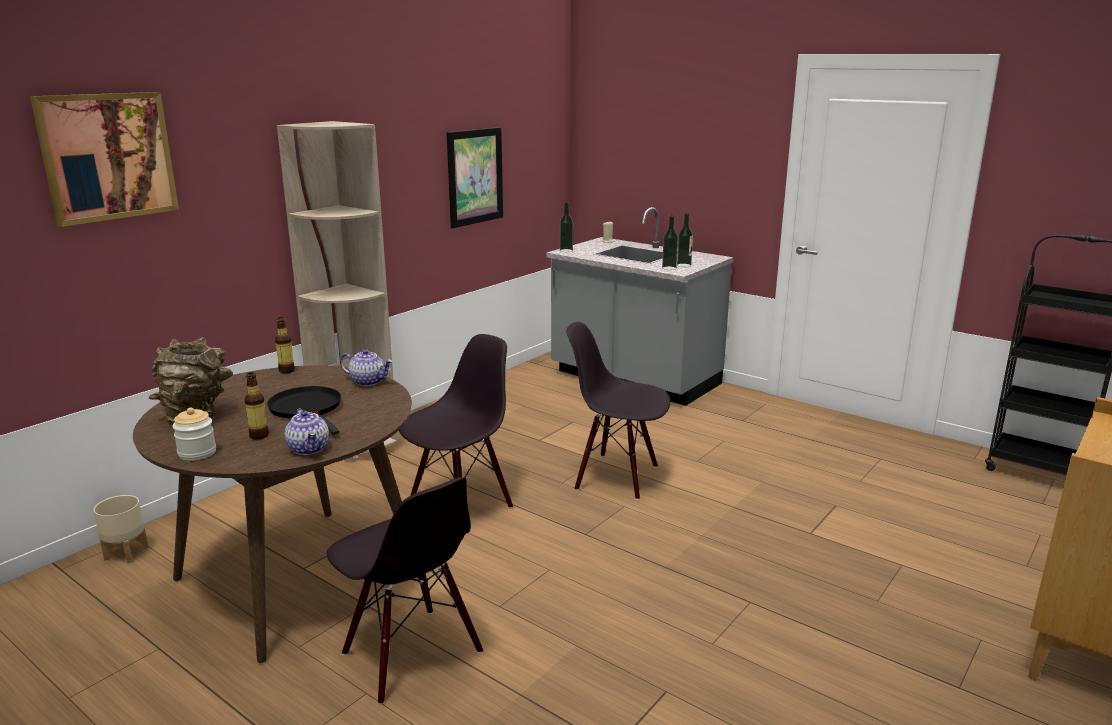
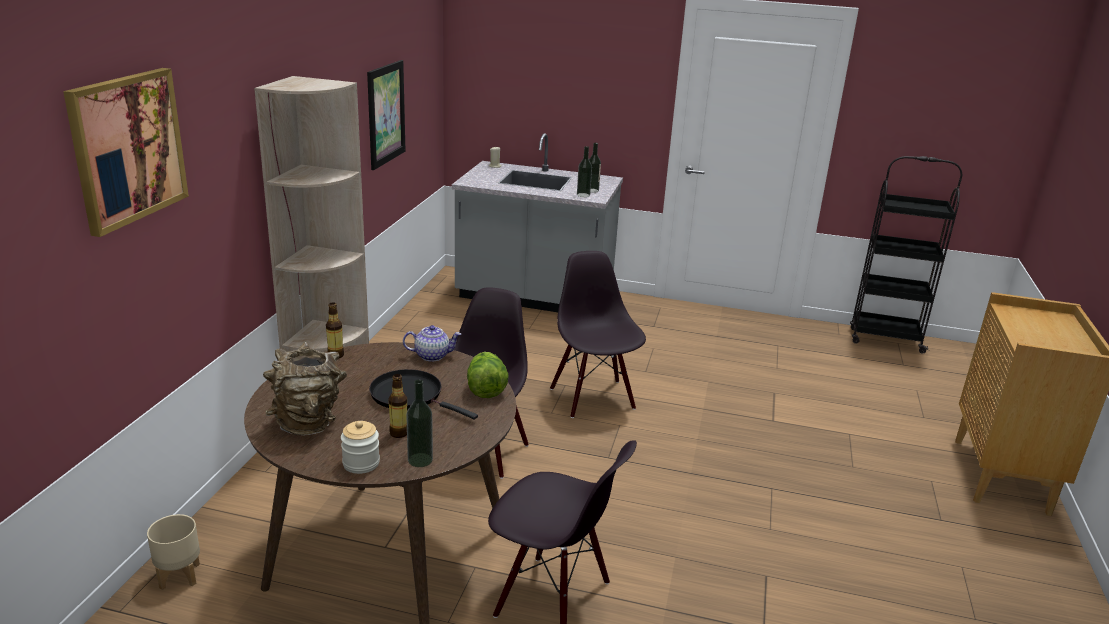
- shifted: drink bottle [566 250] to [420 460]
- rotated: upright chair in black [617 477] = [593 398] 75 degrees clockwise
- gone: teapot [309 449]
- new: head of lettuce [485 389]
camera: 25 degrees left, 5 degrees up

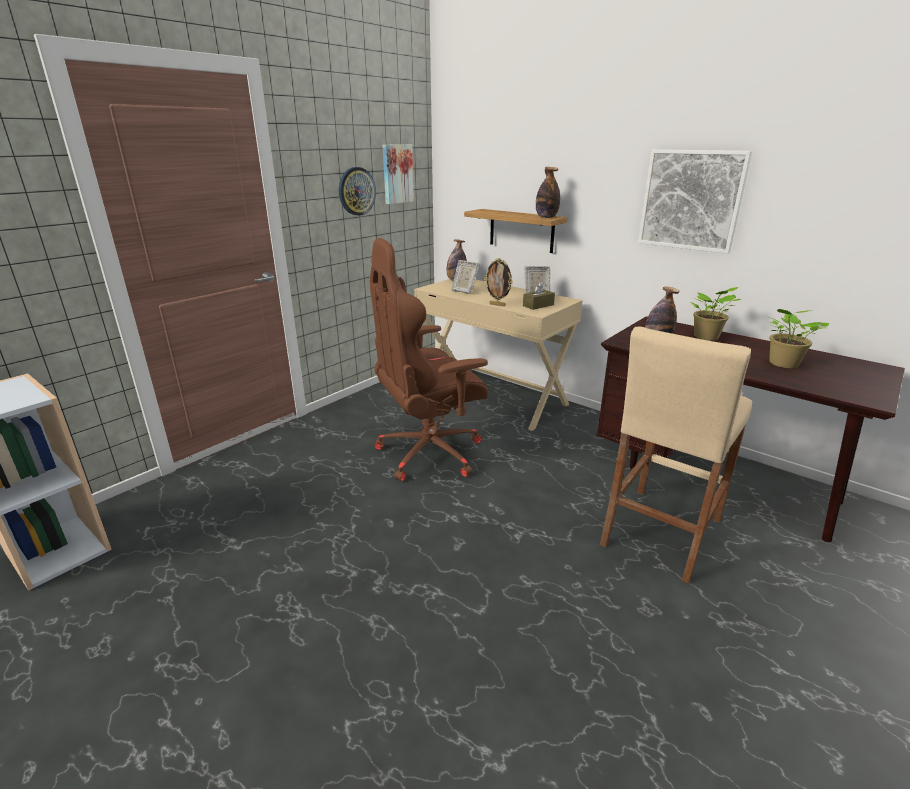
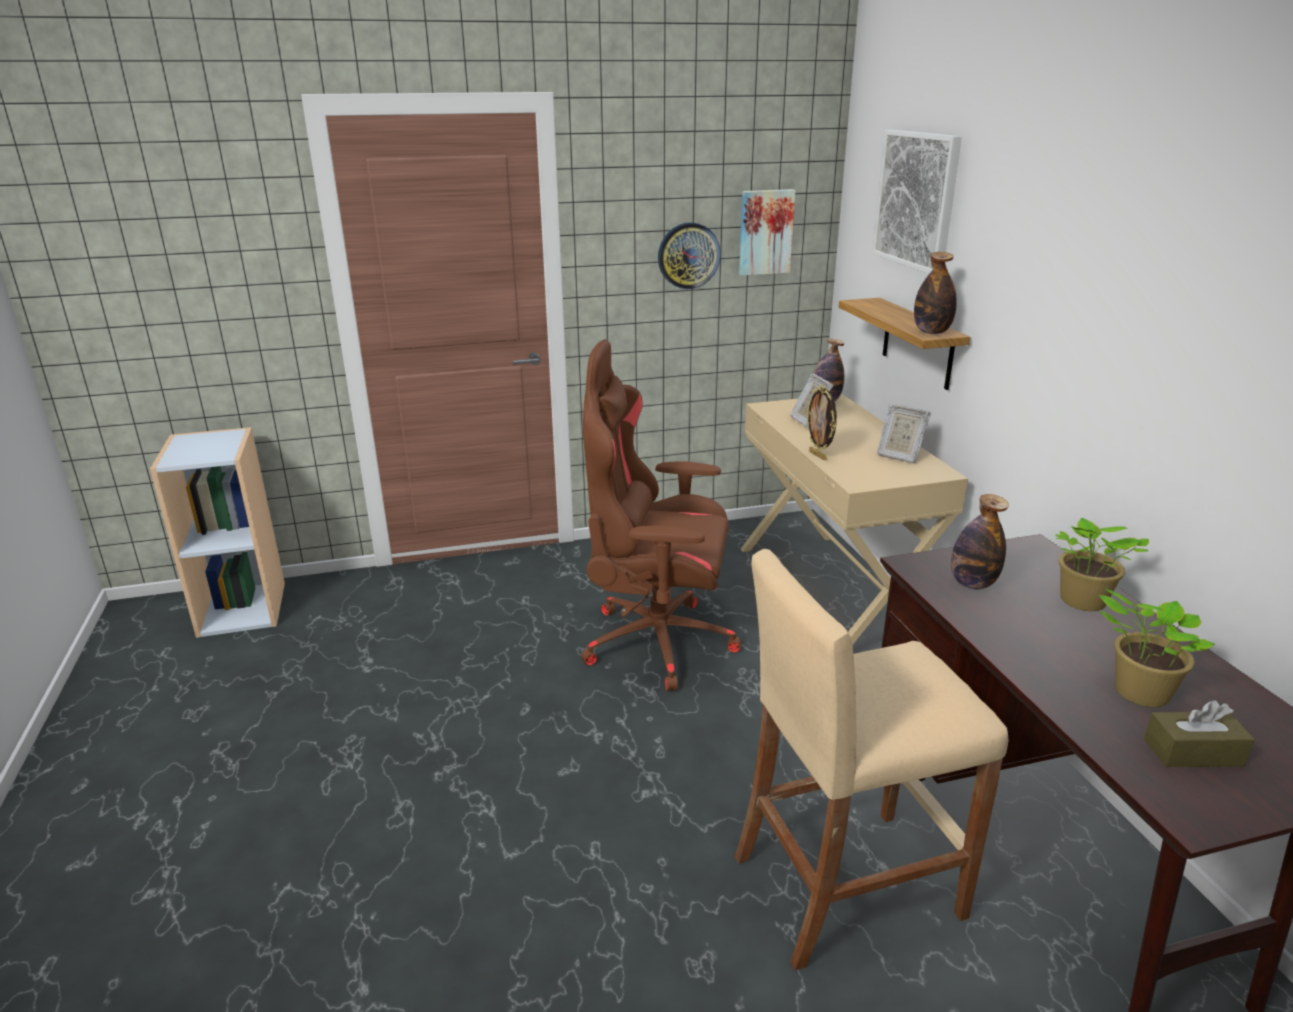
- shifted: wall picture [691 200] to [917 200]
- shifted: tissue holder in brown-coloured [538 305] to [1193 752]
camera: 35 degrees right, 0 degrees up

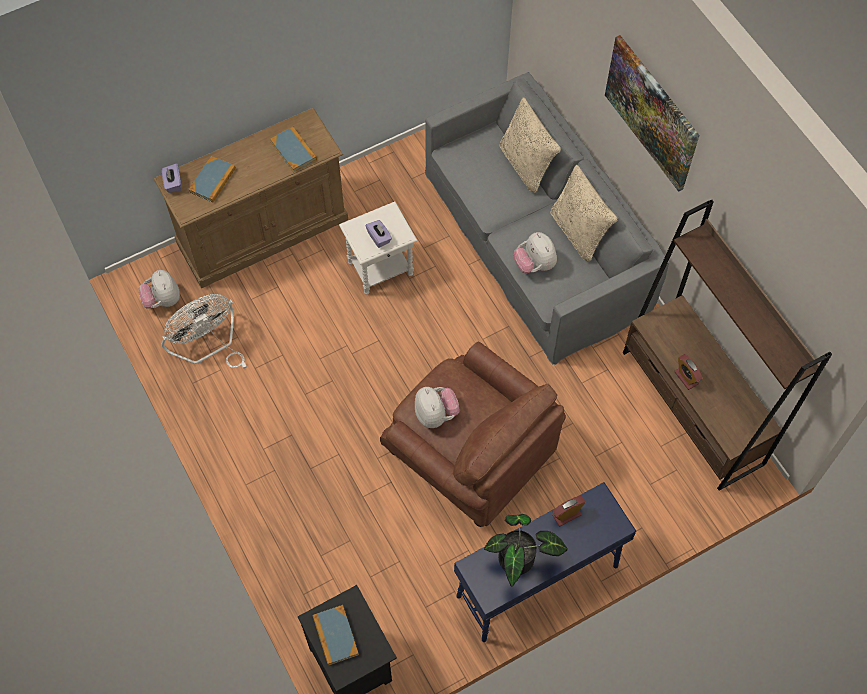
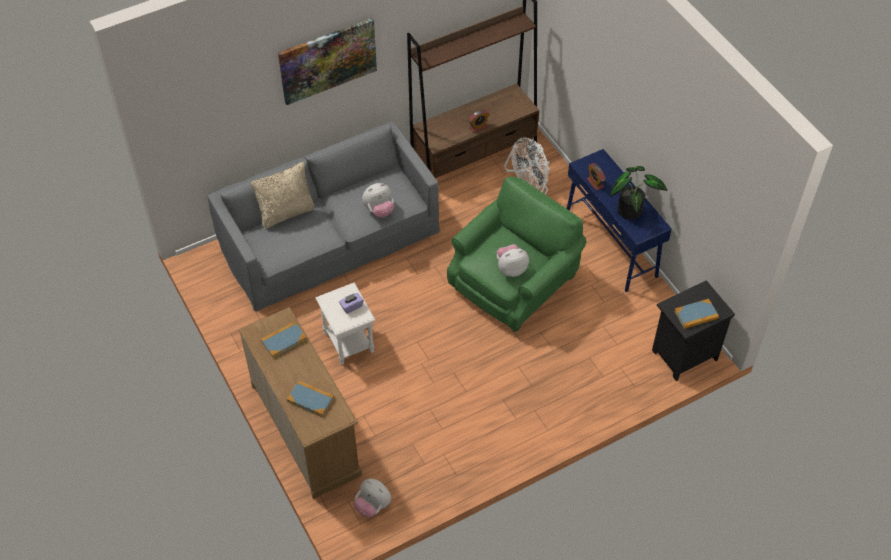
- gone: tissue holder in purplish [173 183]
- gone: throw pillow in beige-coloured [578 234]
- rotated: cuddly toy [162 300] = [373 505] 60 degrees clockwise
- shifted: electric fan in white-coloured [210 345] to [531 182]
- repainted: lounge chair in brown-coloured [470 452] to lounge chair in greenish [514 283]
camera: 90 degrees left, 10 degrees down

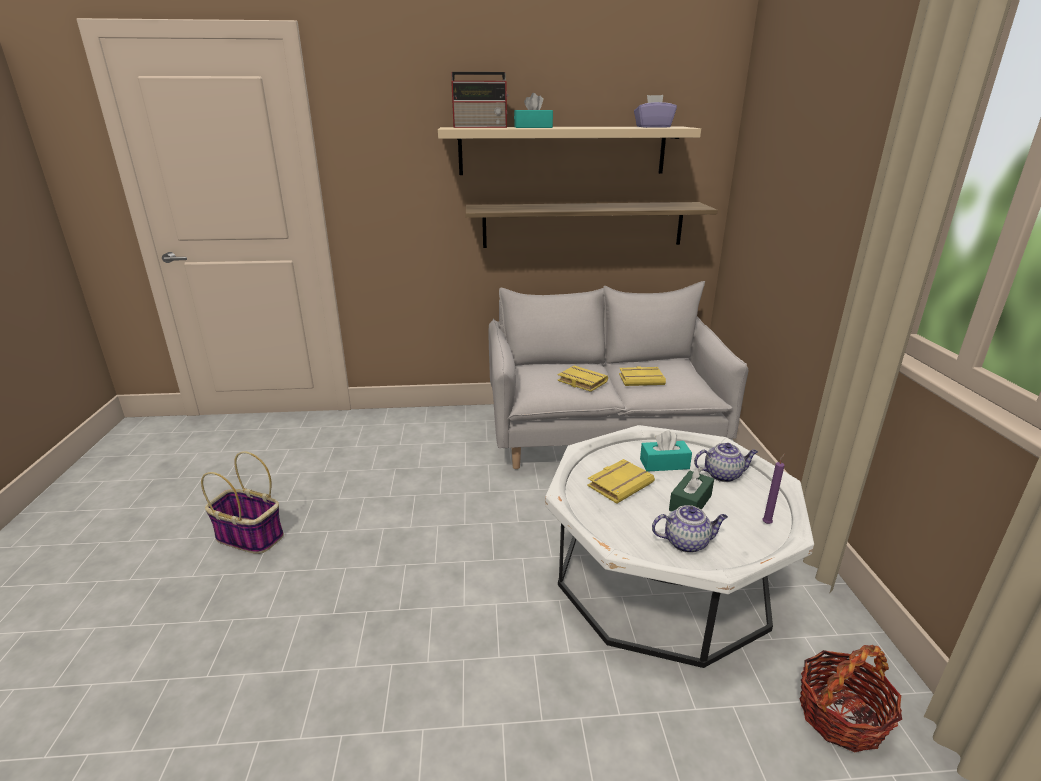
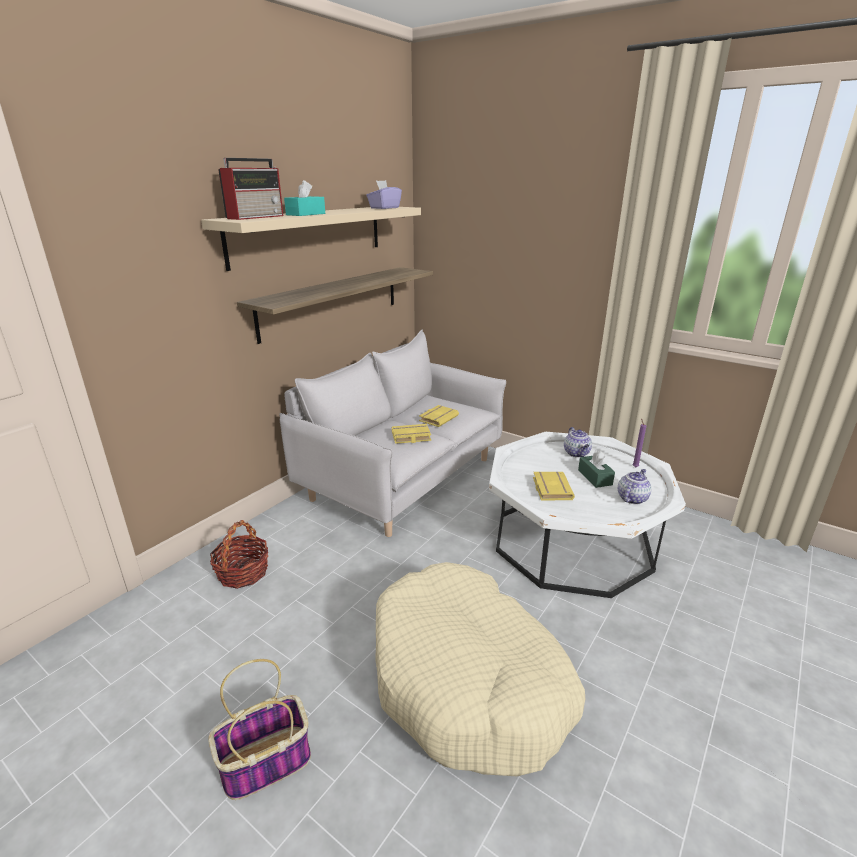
- gone: tissue holder in turquoise-coloured [664 464]
- rotated: teapot [723 475] = [577 453] 135 degrees clockwise
- shifted: household basket [840 716] to [243 572]
- new: dog cushion in beige-coloured [468 680]
camera: 50 degrees left, 0 degrees up

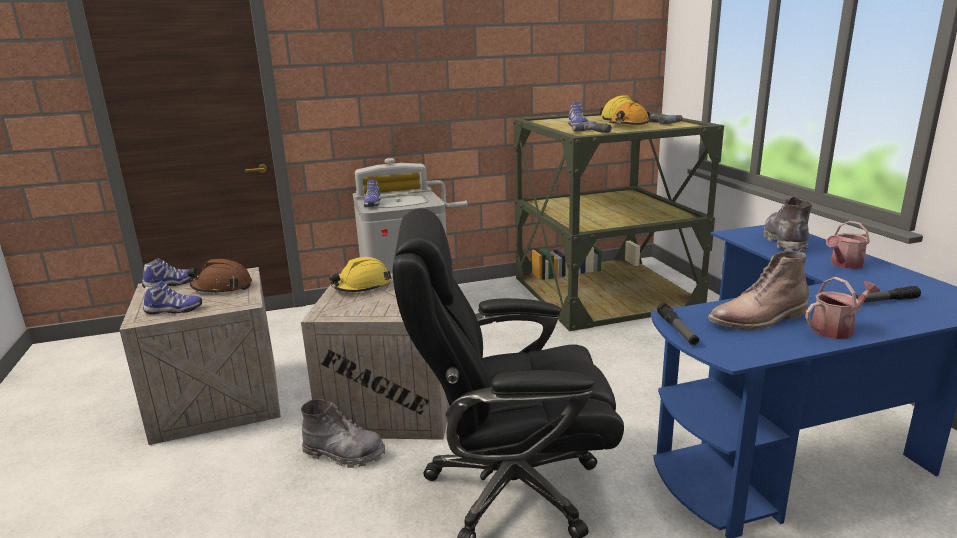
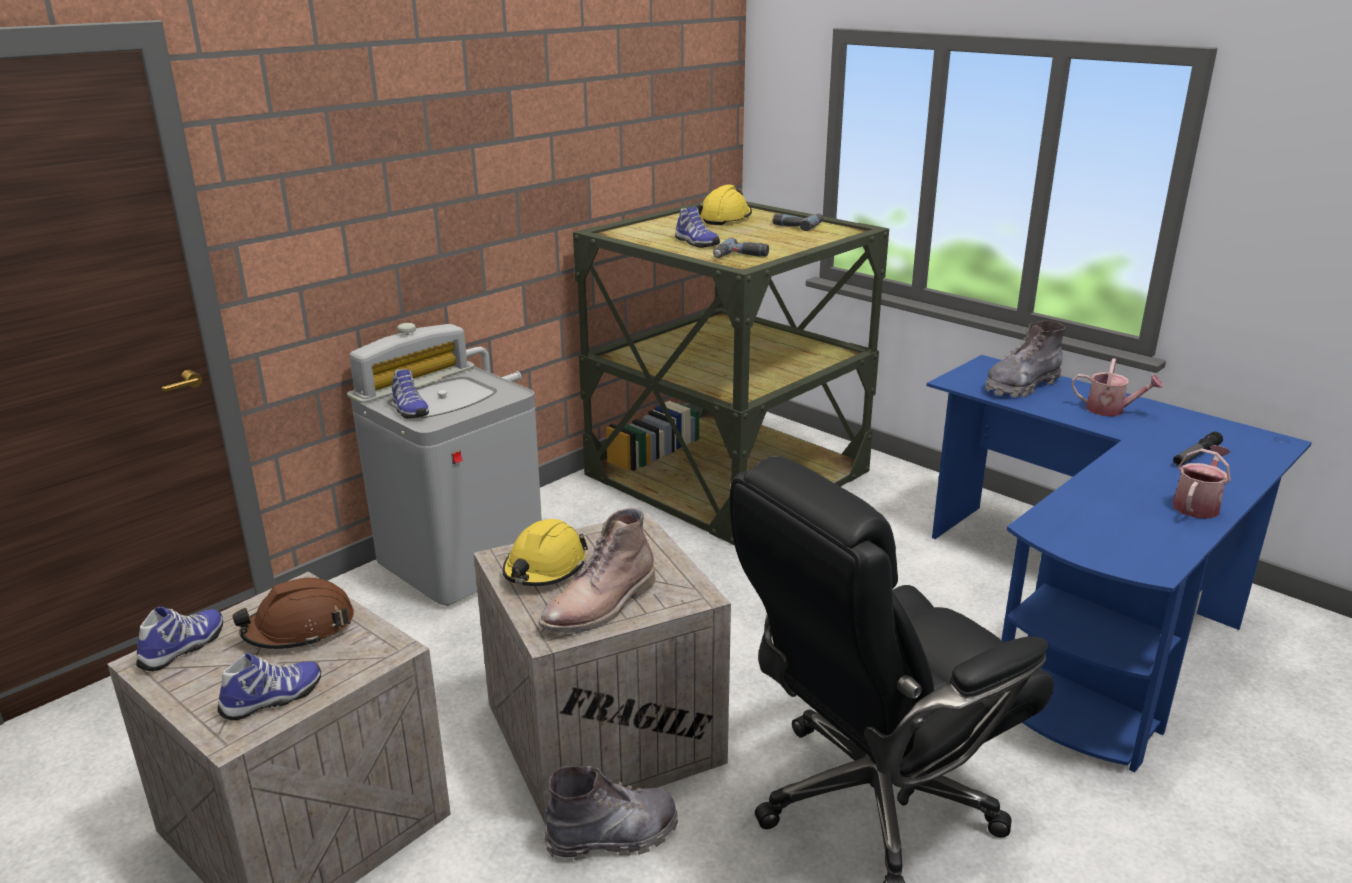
- gone: safety helmet in orange-coloured [629 125]
- rotated: tall boot in gray [785 242] = [1021 386] 105 degrees counterclockwise
- rotated: sprinkling can [844 264] = [1111 410] 90 degrees counterclockwise
- shifted: tall boot in brown-coloured [758 320] to [600 607]
- gone: flashlight [677 330]
camera: 30 degrees left, 5 degrees up

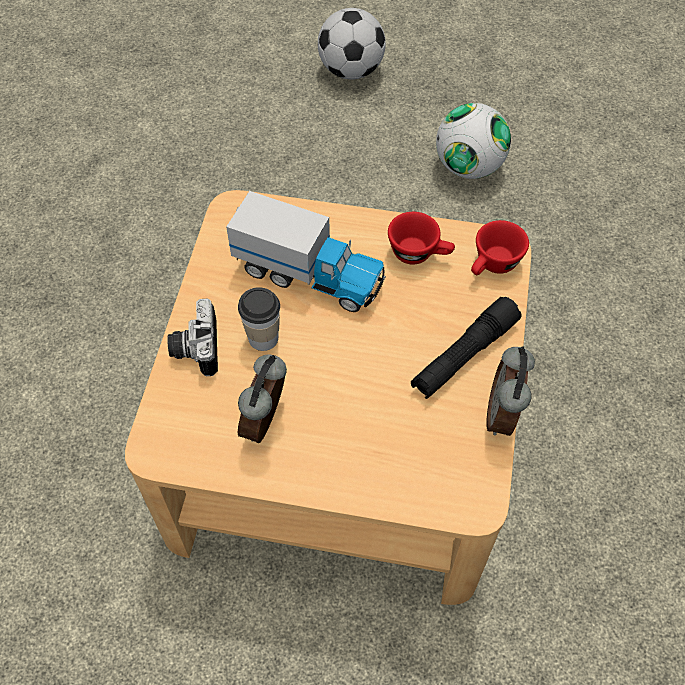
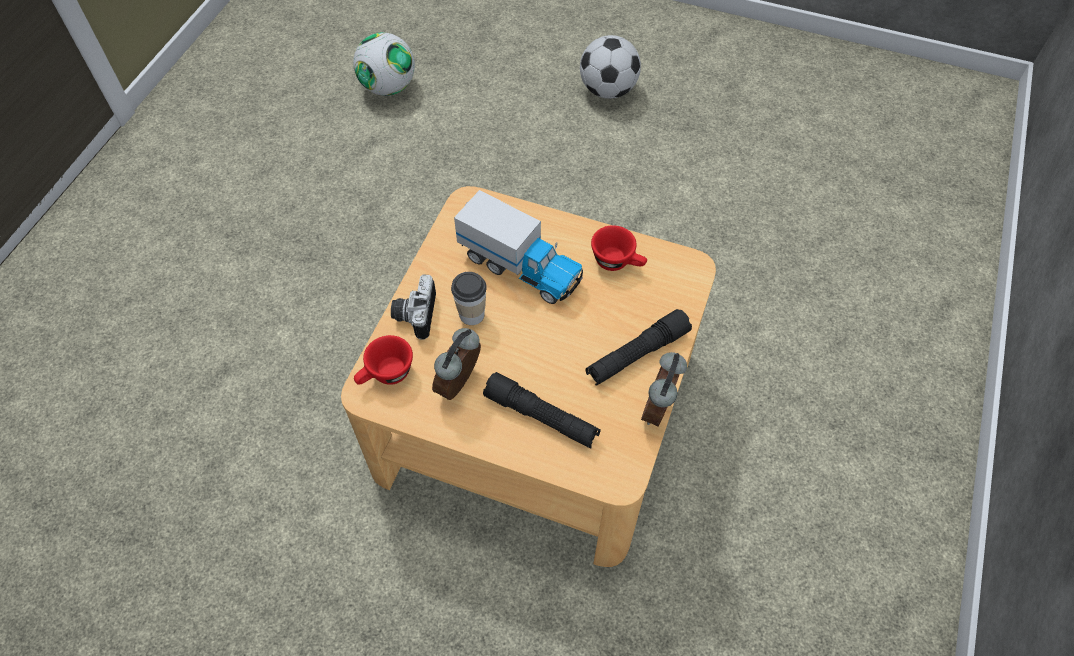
- shifted: football ball [468 167] to [388 87]
- shifted: small cup in red [493 266] to [386 375]
- new: flashlight in black [541 417]
camera: 10 degrees right, 0 degrees up

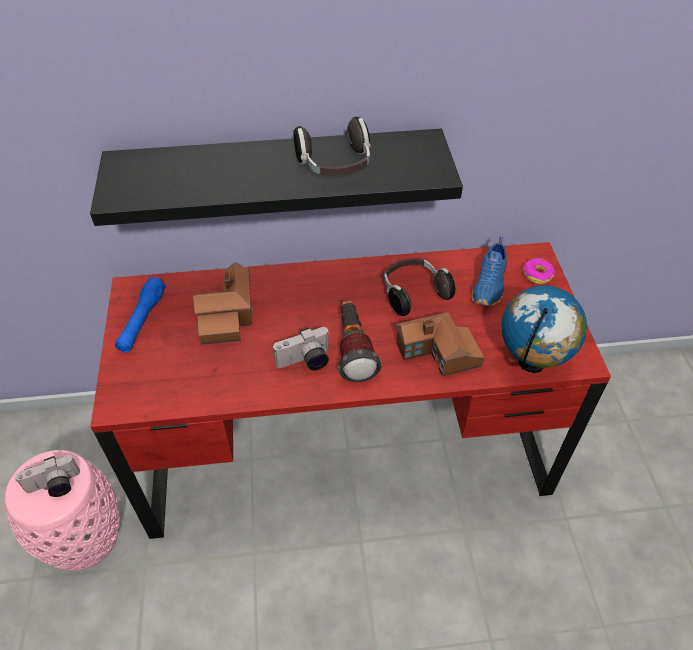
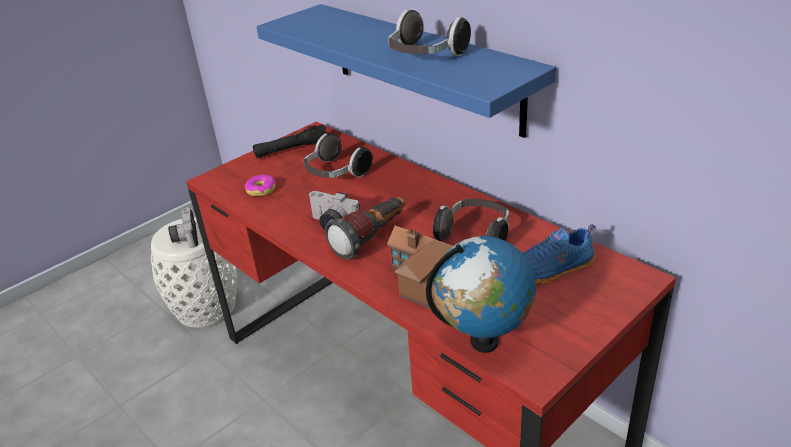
- repainted: wall shelf in black [278 172] to wall shelf in bluish [423 67]
- shifted: doughnut [537 274] to [261 190]
- swapped: miniature house [227 316] to pair of headphones [336 173]
- repainted: flashlight in bluish [142 321] to flashlight in black [291 149]
- repainted: sitting stool in pinkish [84 536] to sitting stool in white-coloured [206 308]
- rotated: photo camera [54 487] = [185 237] 45 degrees clockwise
camera: 55 degrees right, 15 degrees down

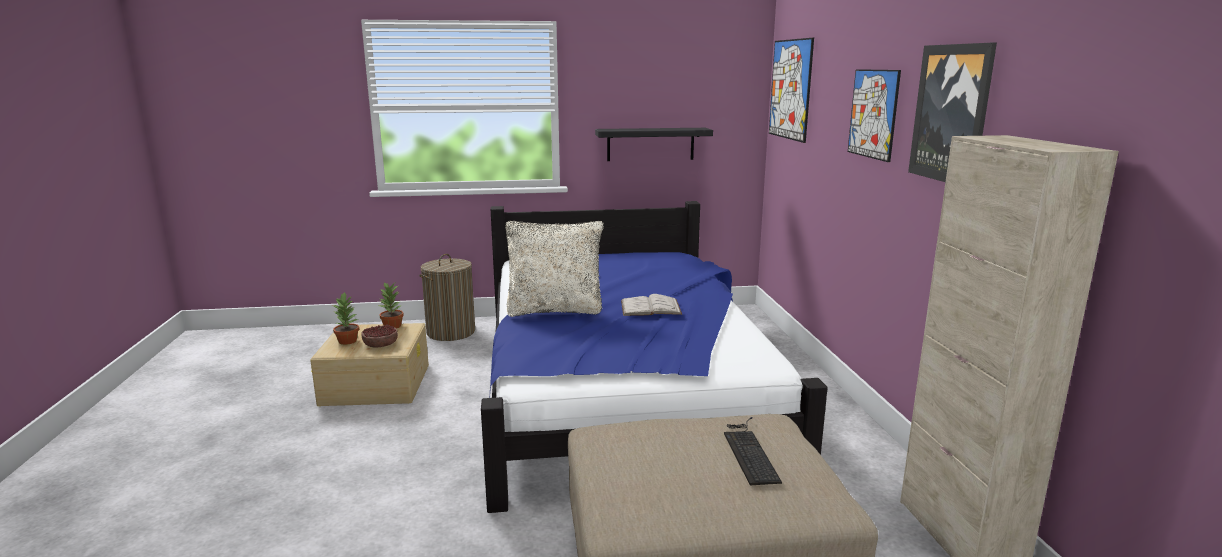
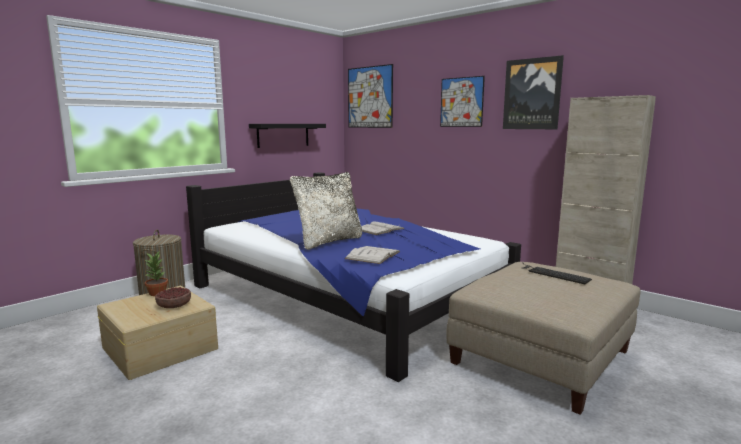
- gone: houseplant [348 341]
- new: book in white-coloured [373 255]
camera: 40 degrees left, 5 degrees down

